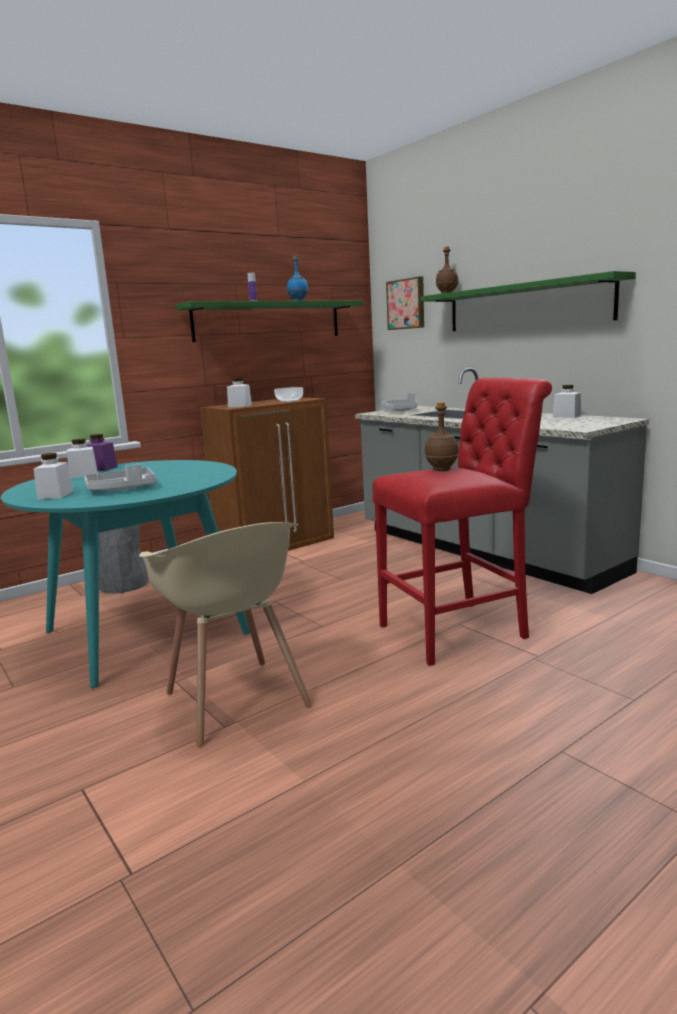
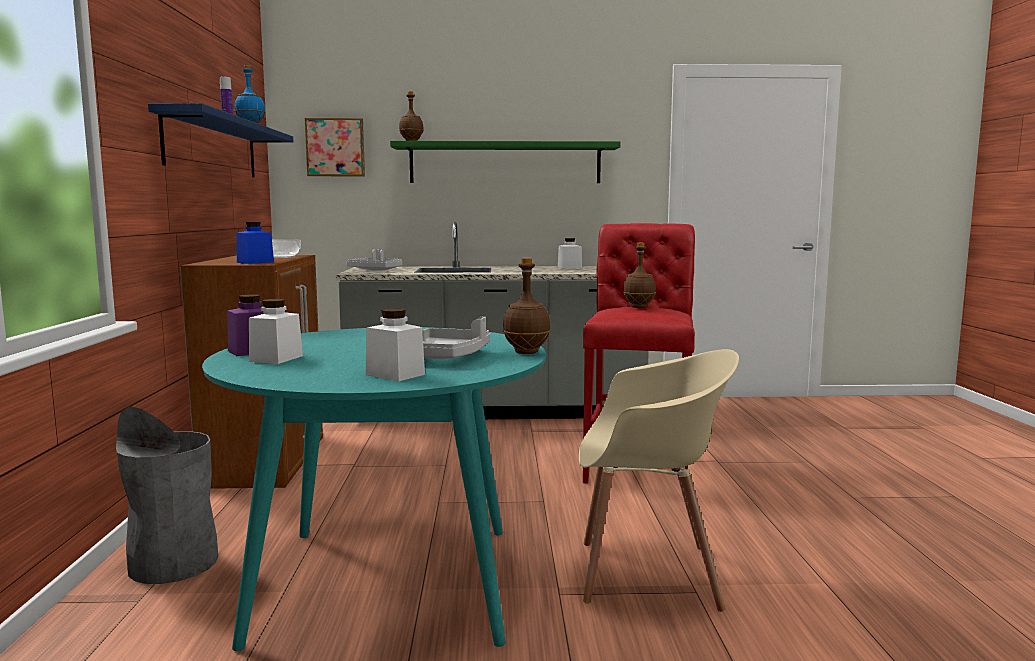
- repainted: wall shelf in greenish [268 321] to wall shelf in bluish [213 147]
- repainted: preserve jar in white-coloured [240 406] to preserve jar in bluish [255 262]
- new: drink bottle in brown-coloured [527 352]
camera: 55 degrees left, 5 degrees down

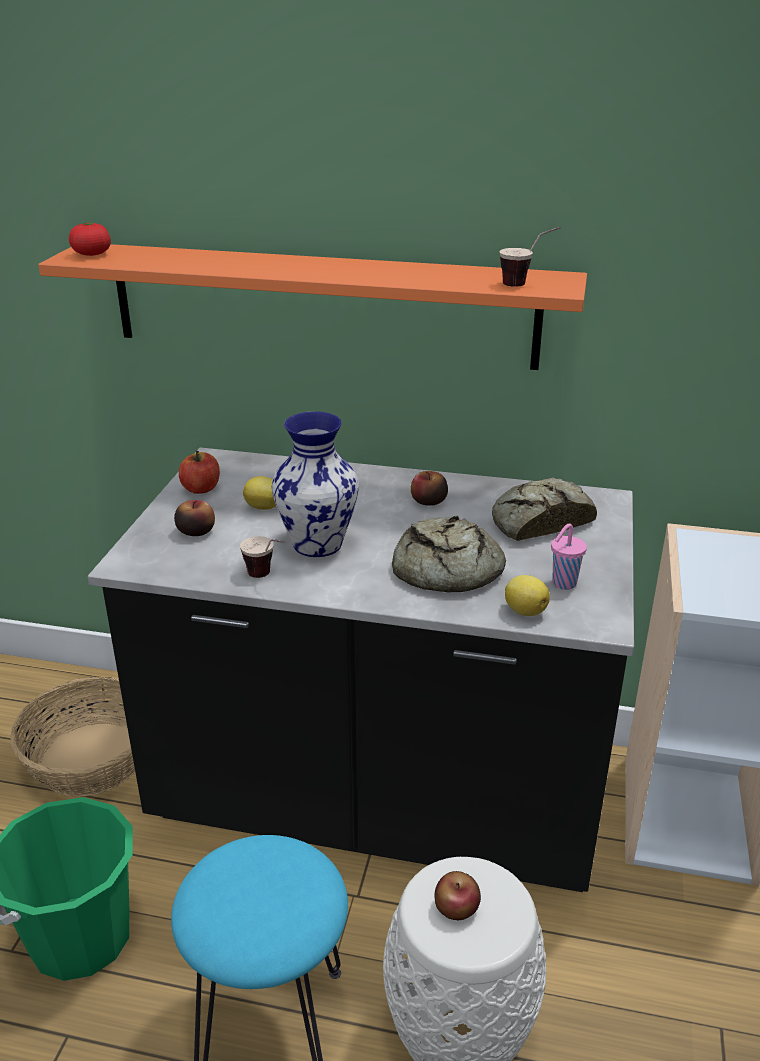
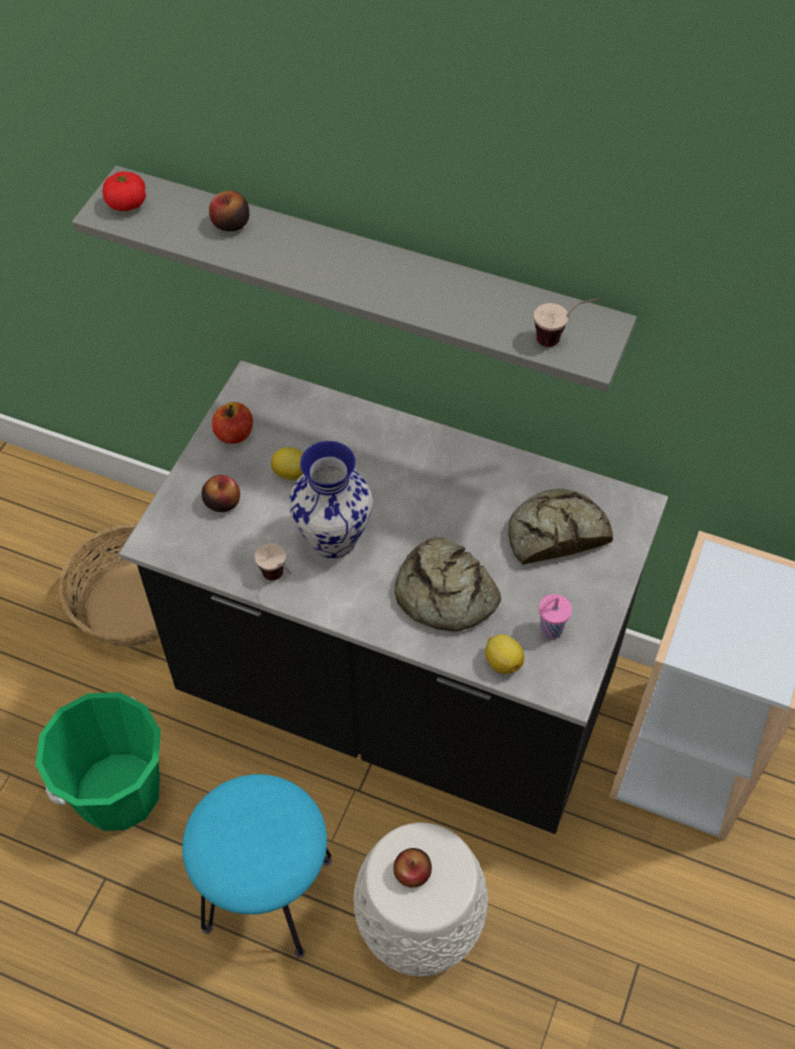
- repainted: wall shelf in orange-coloured [322 305] to wall shelf in gray [365 275]
- shifted: apple fruit [428 501] to [230 223]
camera: 10 degrees right, 25 degrees up

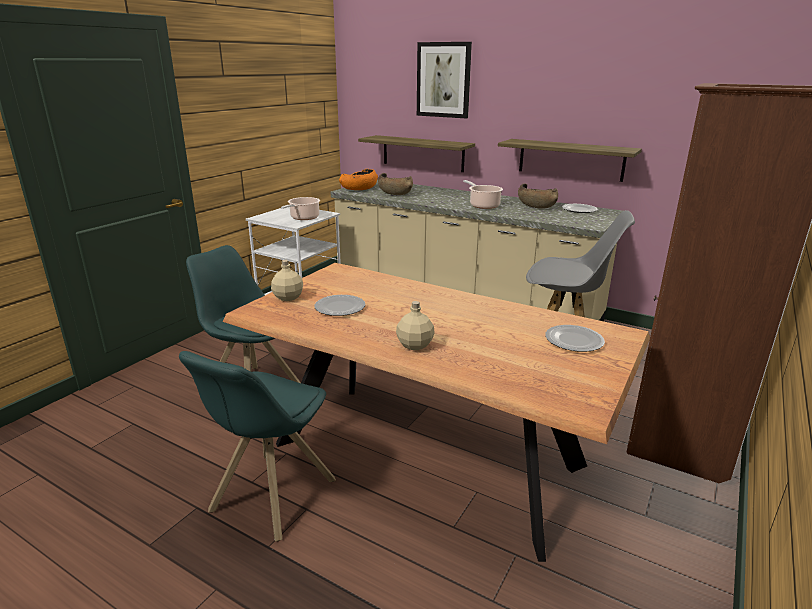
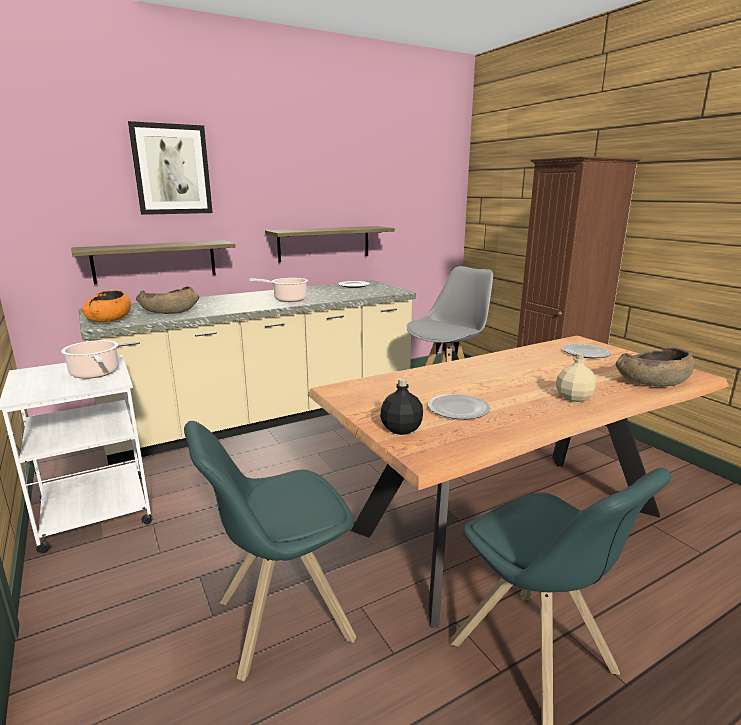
- shifted: bowl in brown-coloured [536 206] to [651 382]
- repainted: drink bottle in beige-coloured [288 297] to drink bottle in black [400 429]
camera: 60 degrees left, 5 degrees down

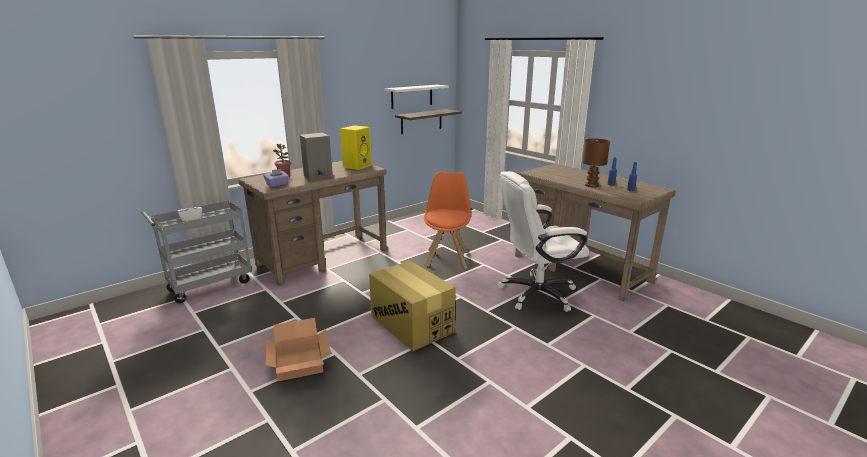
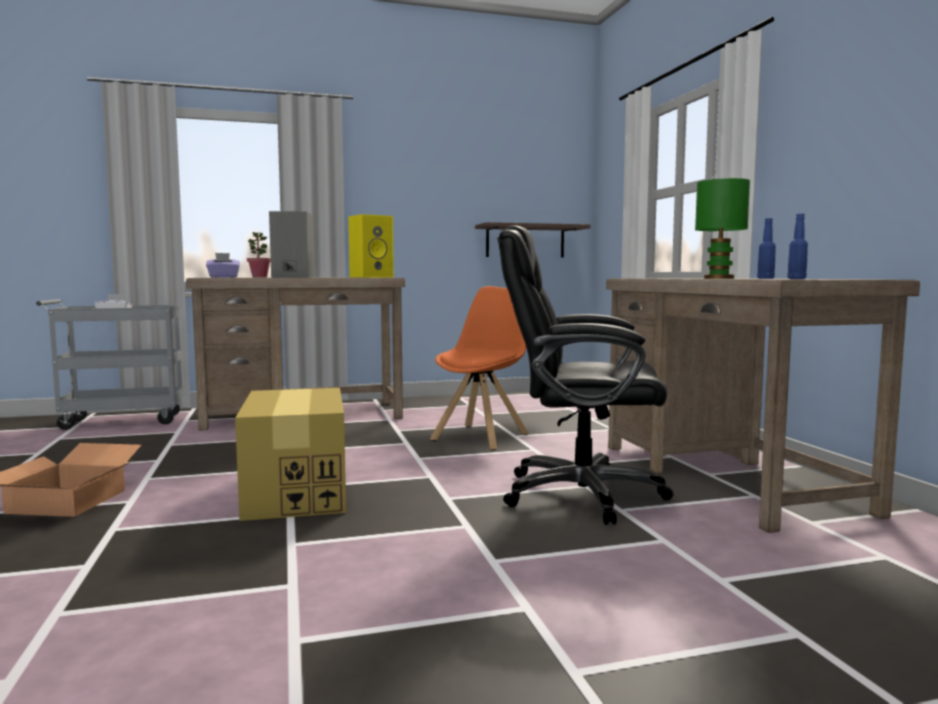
- gone: wall shelf in white-coloured [412 96]
- repainted: tabletop lamp in brown-coloured [591 185] to tabletop lamp in greenish [718 278]
- repainted: office chair in white-coloured [537 293] to office chair in black [581 494]
camera: 25 degrees right, 15 degrees down

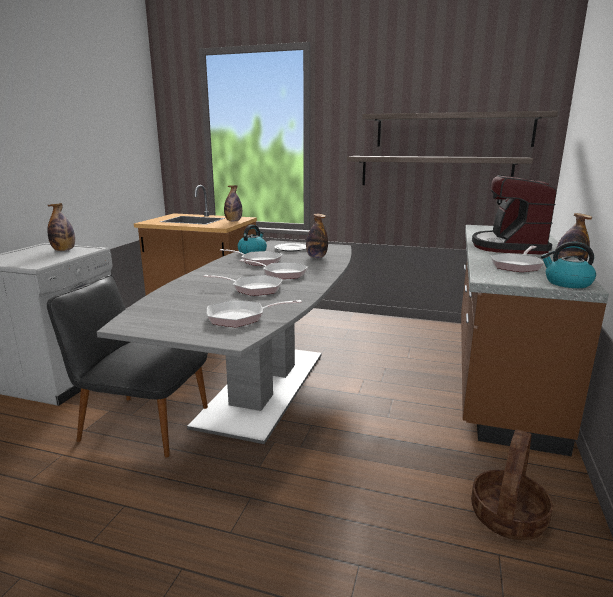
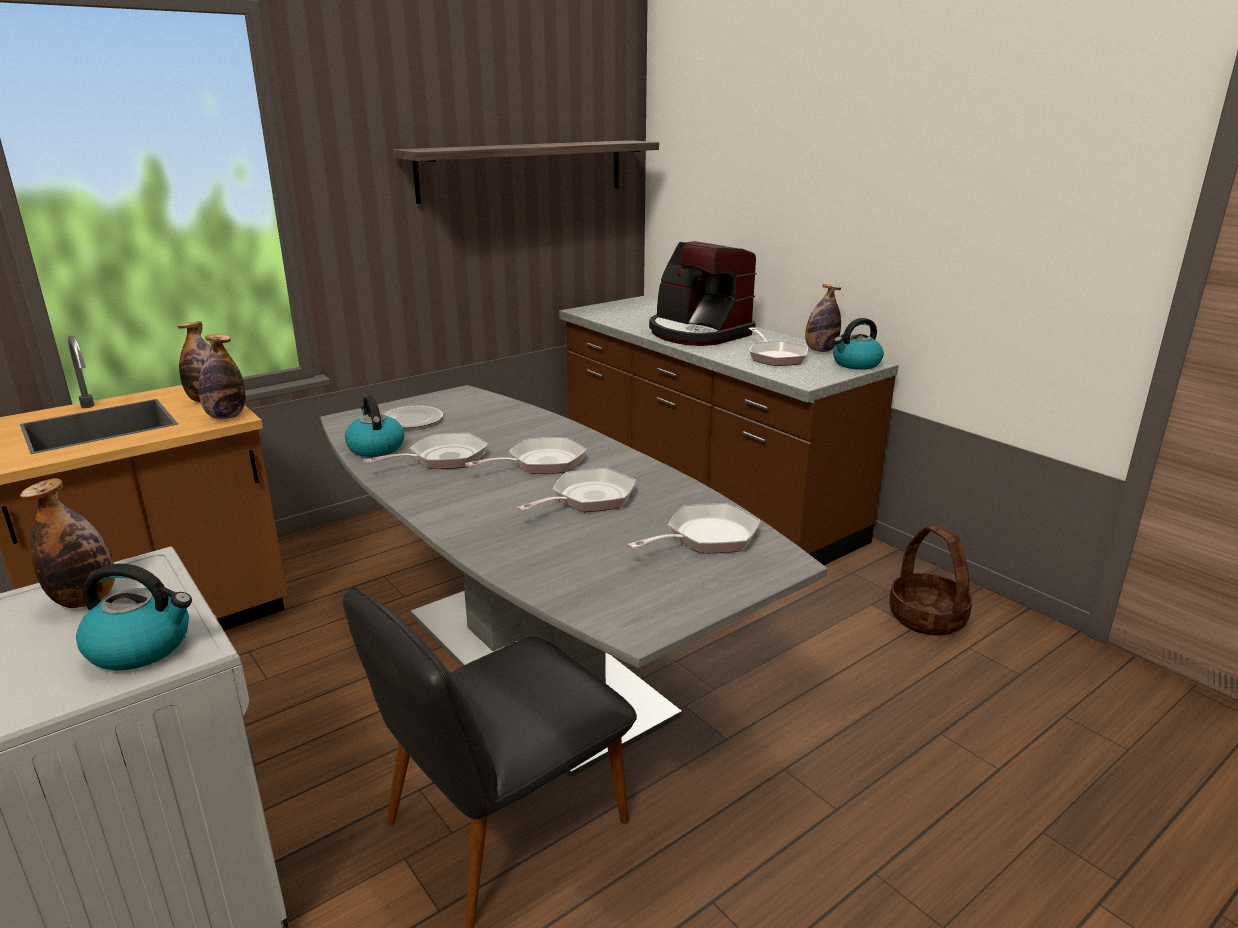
- gone: wall shelf [435 171]
- shifted: drink bottle [316 257] to [226 416]
- rotated: pan [241 317] = [706 538] 150 degrees counterclockwise
- new: tea kettle [142 647]
camera: 55 degrees left, 5 degrees up

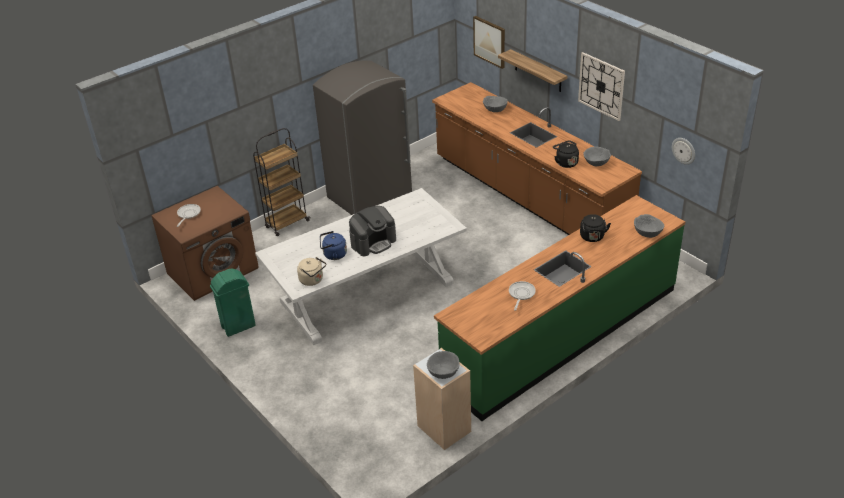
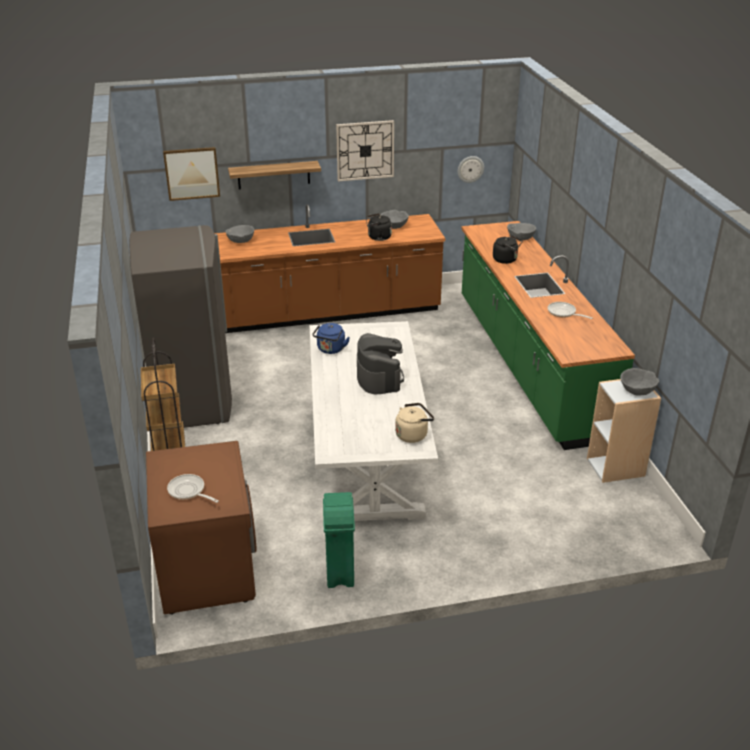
- shifted: tea kettle in bluish [333 255] to [330 350]
camera: 65 degrees left, 5 degrees down

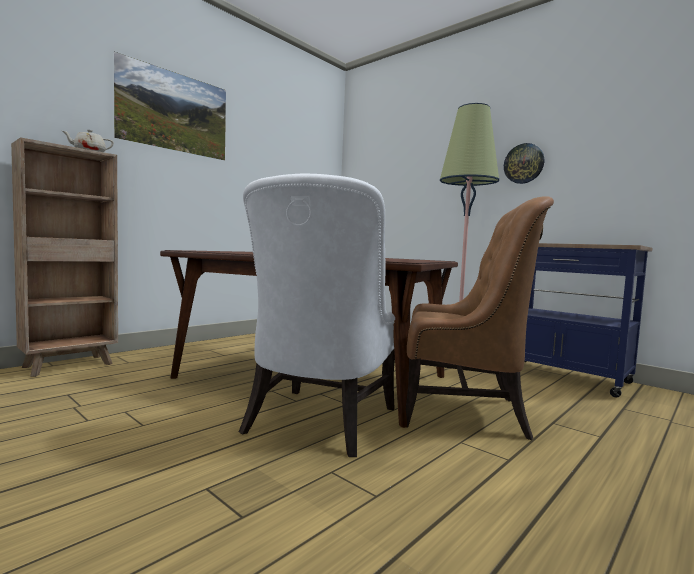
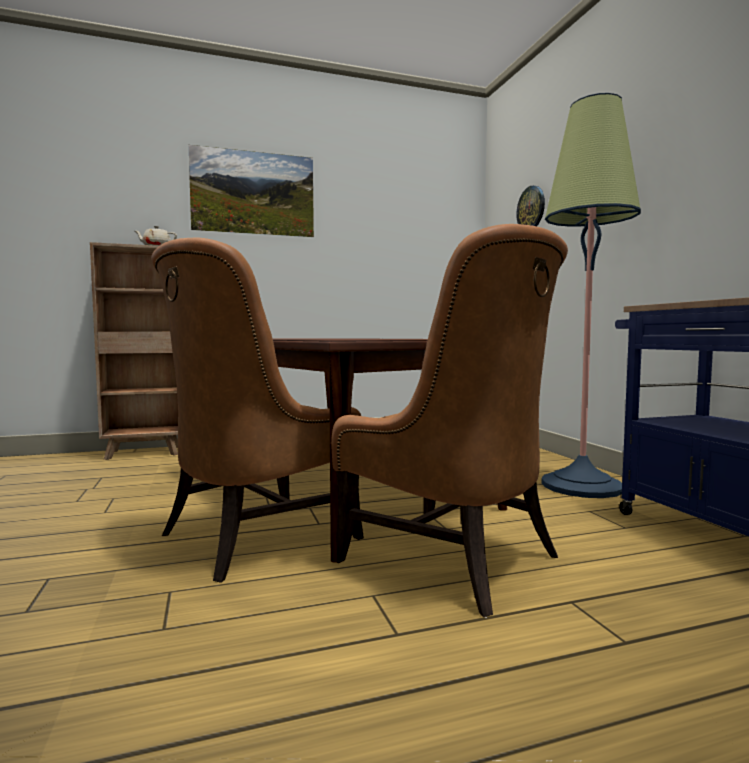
- shifted: clock on the wall [524 163] to [531 208]
- repainted: upright chair in white-coloured [320 420] to upright chair in brown-coloured [256 536]
camera: 30 degrees right, 0 degrees up

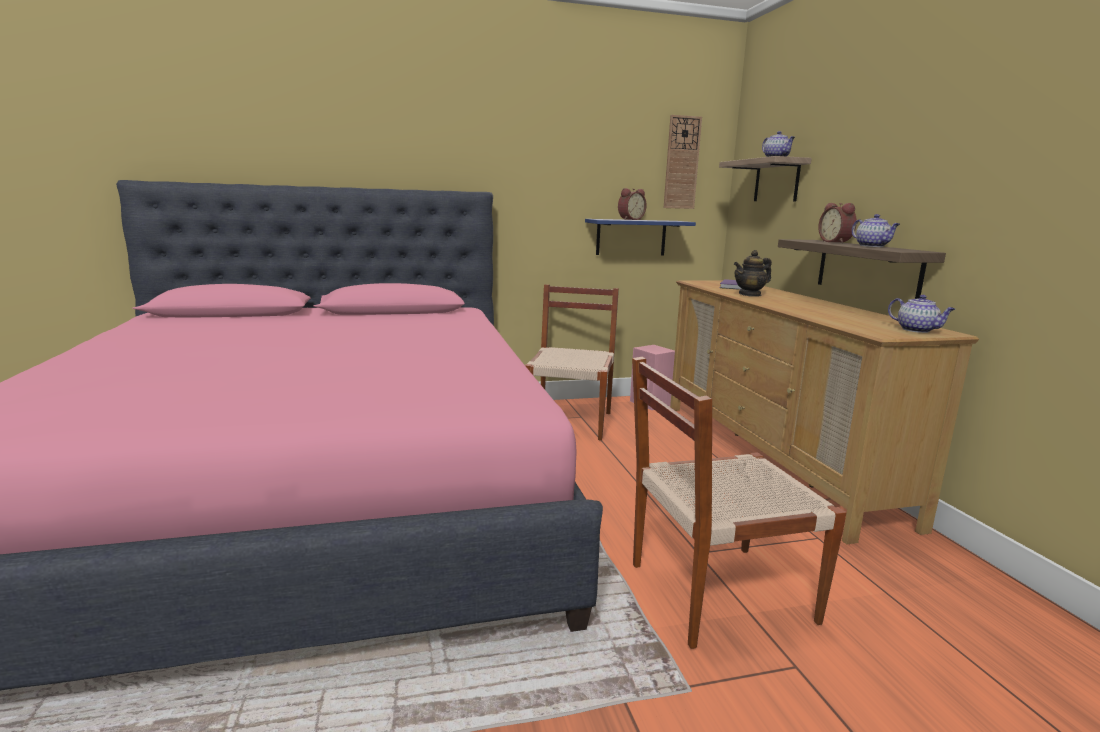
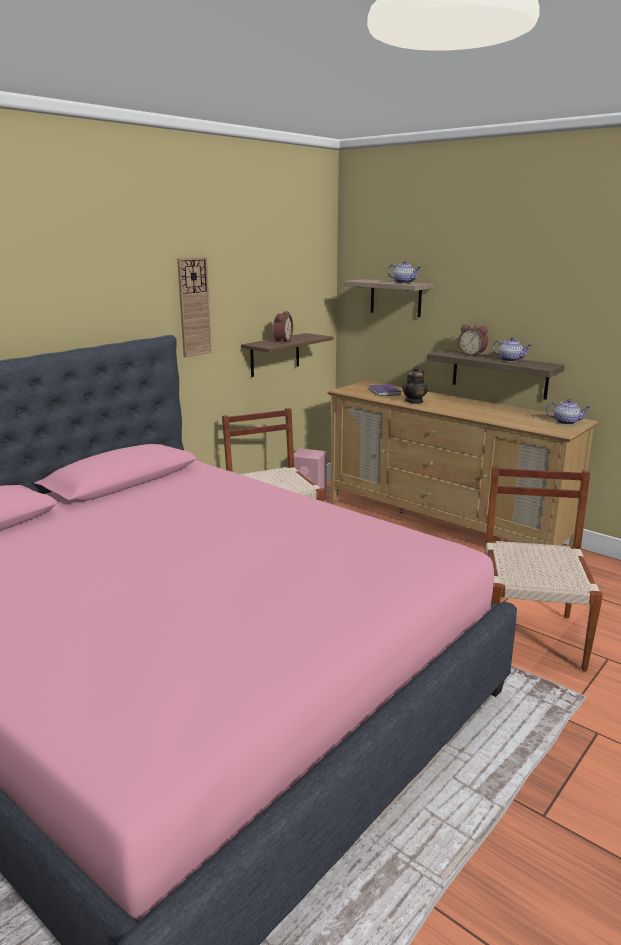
- shifted: clock on the wall [681 163] to [194 307]
- repainted: wall shelf in bluish [631 237] to wall shelf in brown-coloured [275 355]
- rotated: upright chair [715 594] = [529 636] 150 degrees clockwise
camera: 35 degrees left, 5 degrees up

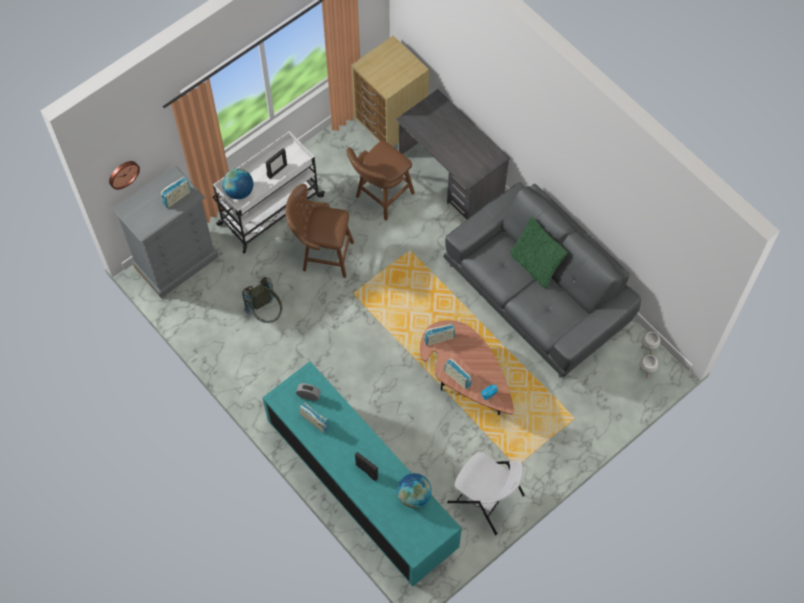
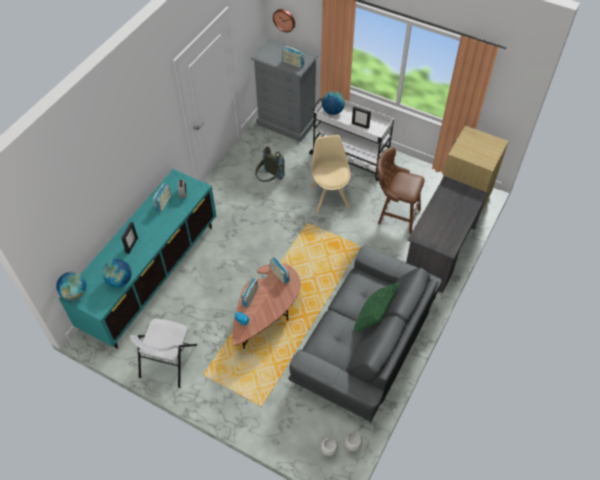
- swapped: sitting stool in brown-coloured [321 254] to upright chair in beige-coloured [329 195]
- new: desk globe [75 293]
camera: 70 degrees right, 10 degrees down

